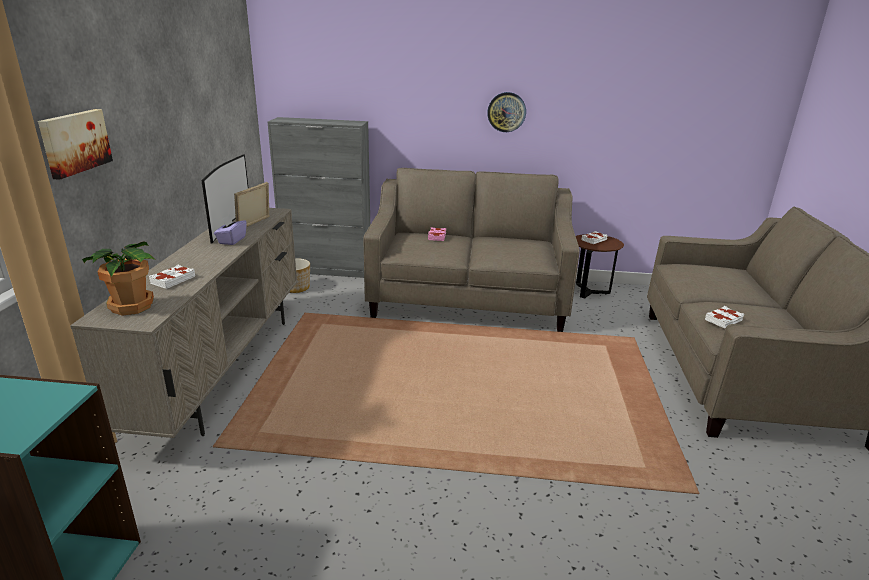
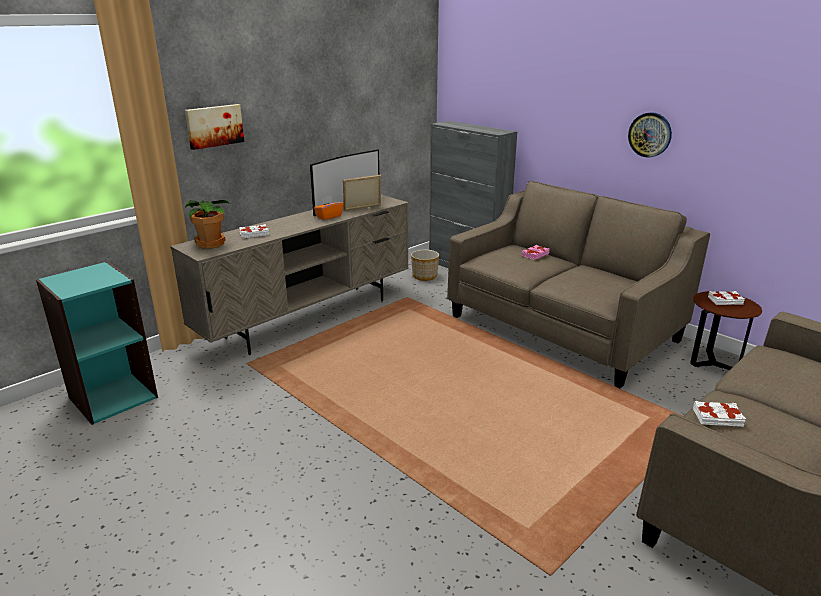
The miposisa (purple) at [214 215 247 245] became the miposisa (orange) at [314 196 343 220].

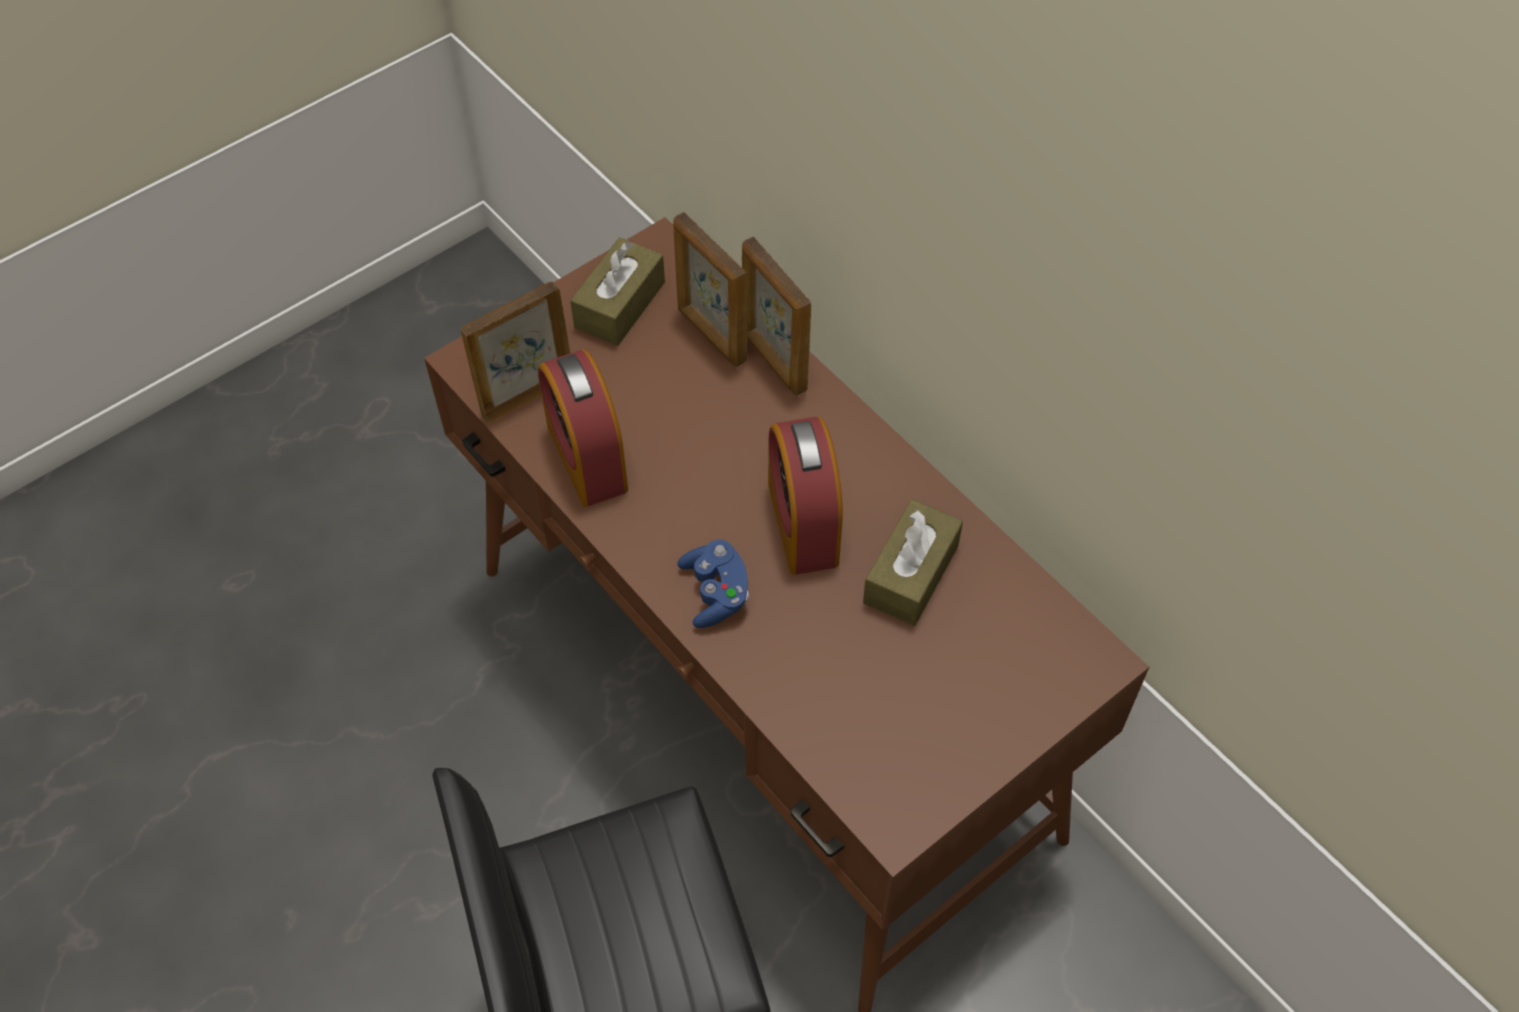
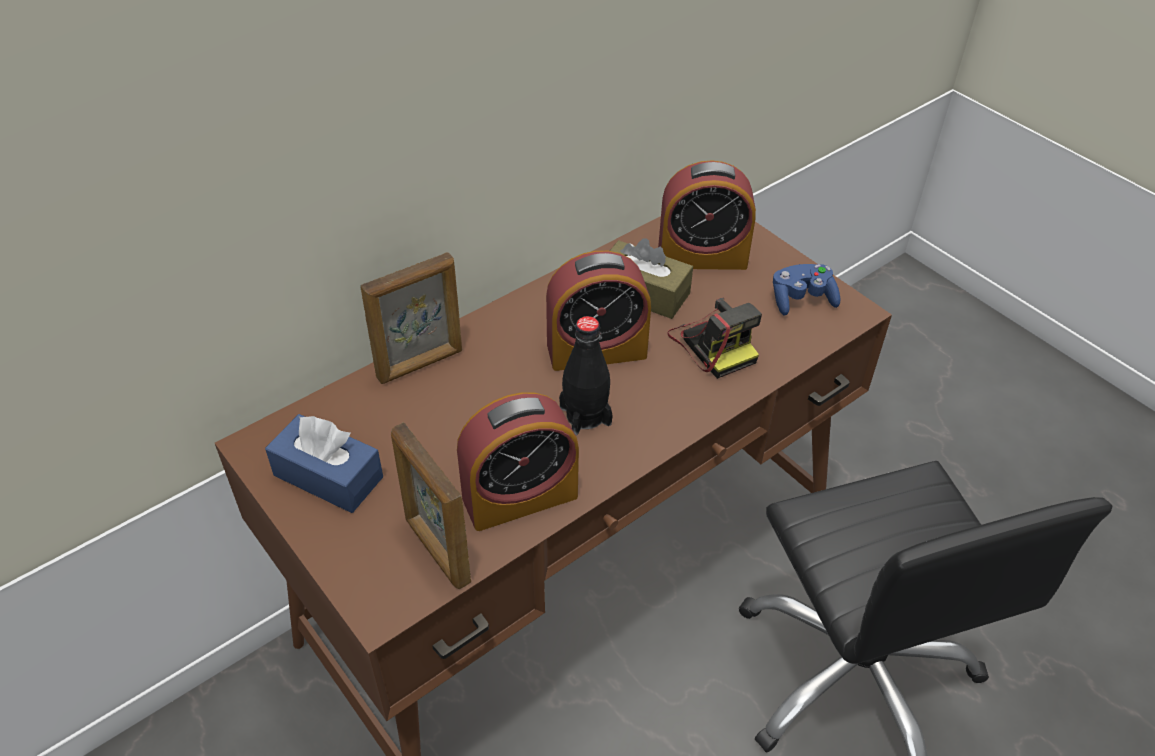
The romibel at [673 212 747 367] disappeared.
The miposisa (brown) at [570 237 665 346] became the miposisa (blue) at [265 414 383 513].
The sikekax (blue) moved from [678 539 749 628] to [773 264 840 316].
The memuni at [658 160 756 270] appeared.
The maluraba at [667 297 762 379] appeared.
The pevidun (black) at [559 316 613 435] appeared.

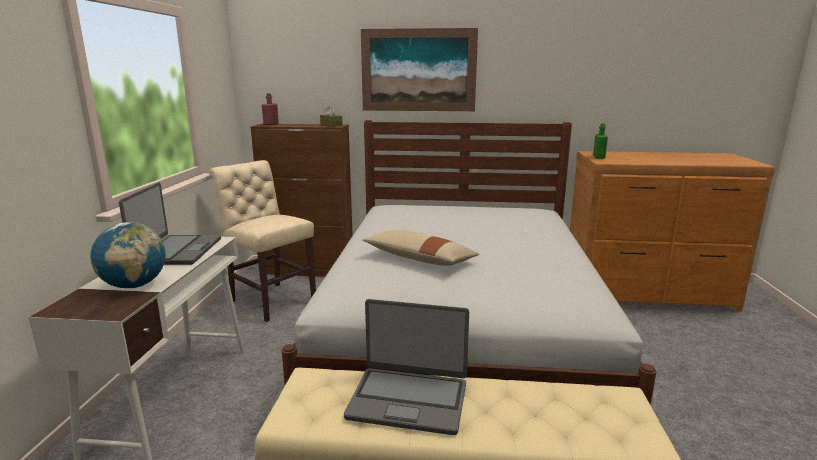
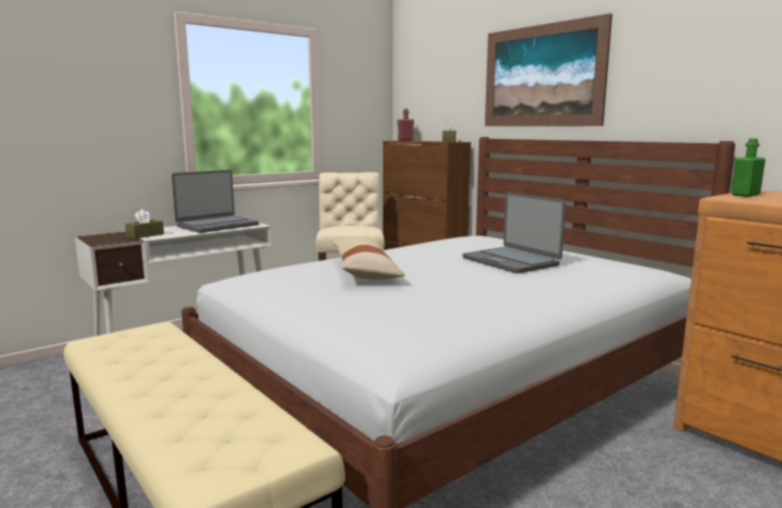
The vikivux at [90 222 166 288] was replaced by the miposisa (brown) at [125 209 164 239].
The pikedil moved from [344 299 469 435] to [463 192 566 273].

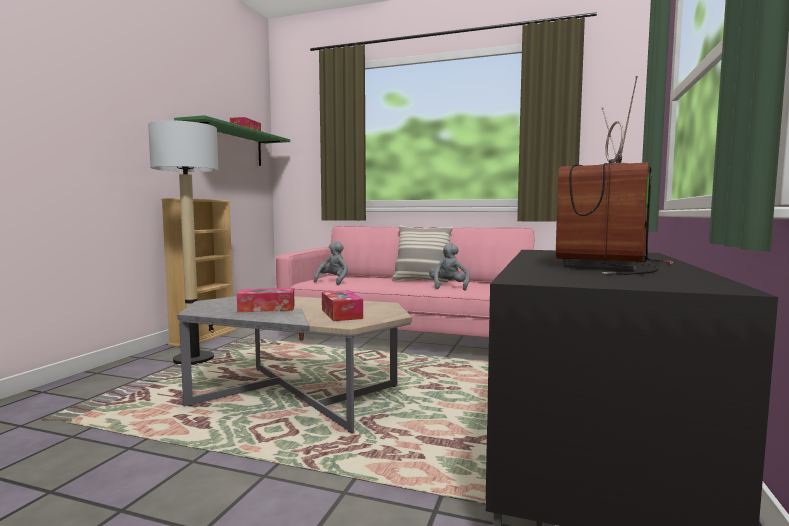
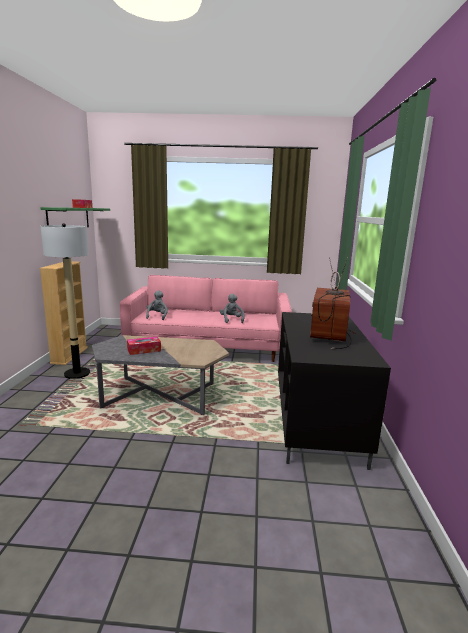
The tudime at [392 225 453 282] disappeared.
The miposisa at [322 290 363 321] disappeared.

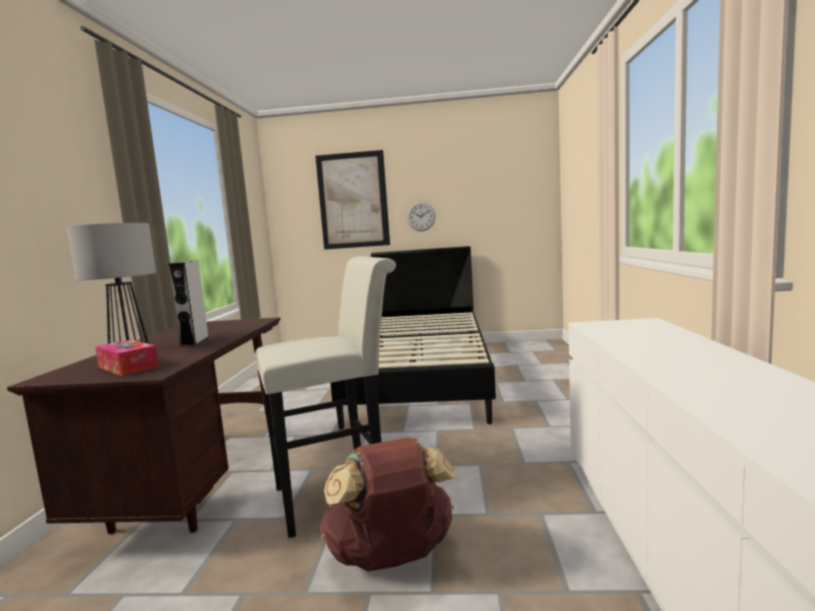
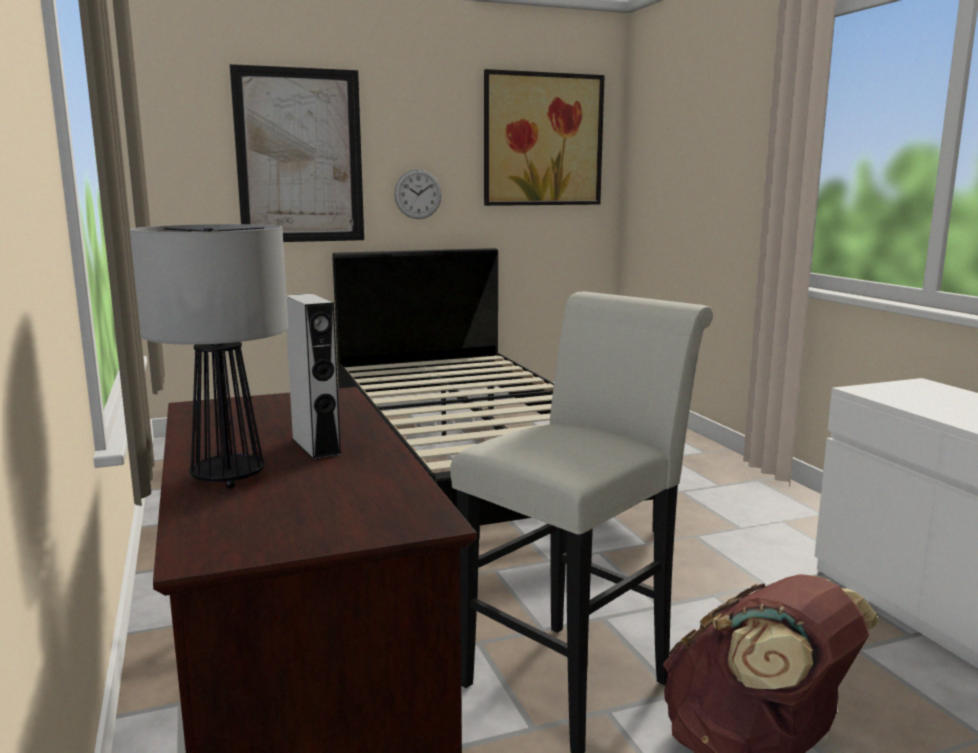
The miposisa at [95 340 159 376] disappeared.
The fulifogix at [484 69 605 206] appeared.

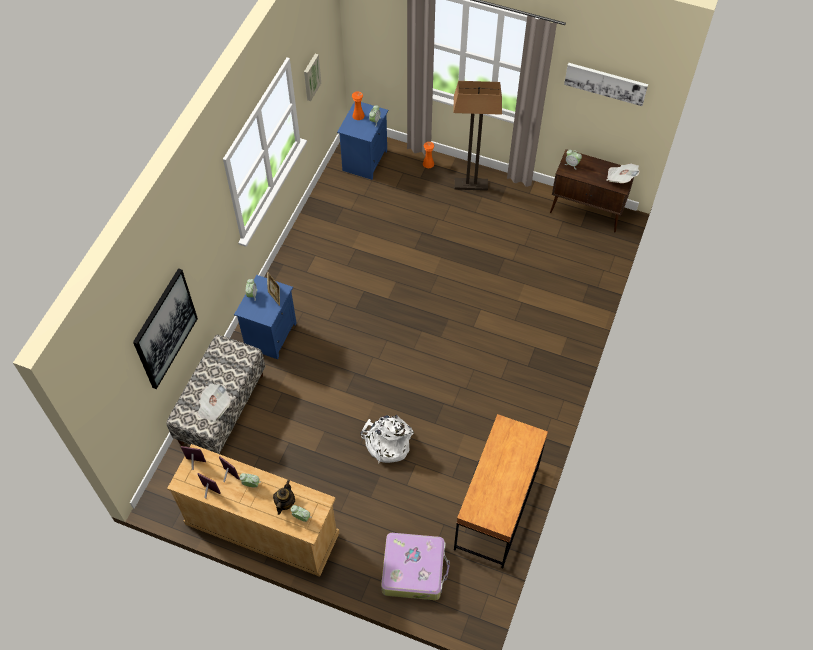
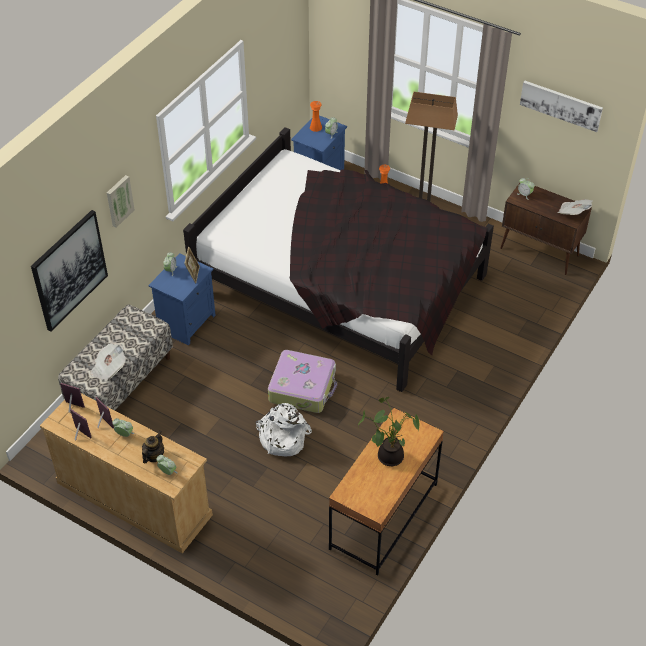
The fulifogix moved from [304 54 321 101] to [107 175 135 228].
The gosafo moved from [381 533 450 600] to [268 350 337 413].
The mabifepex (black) at [183 127 494 392] appeared.
The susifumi at [358 397 419 466] appeared.

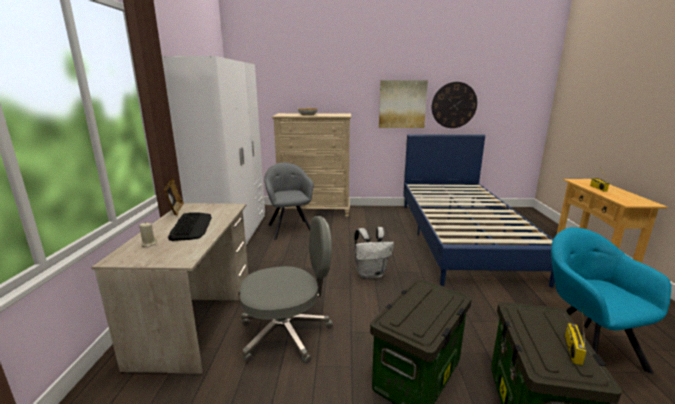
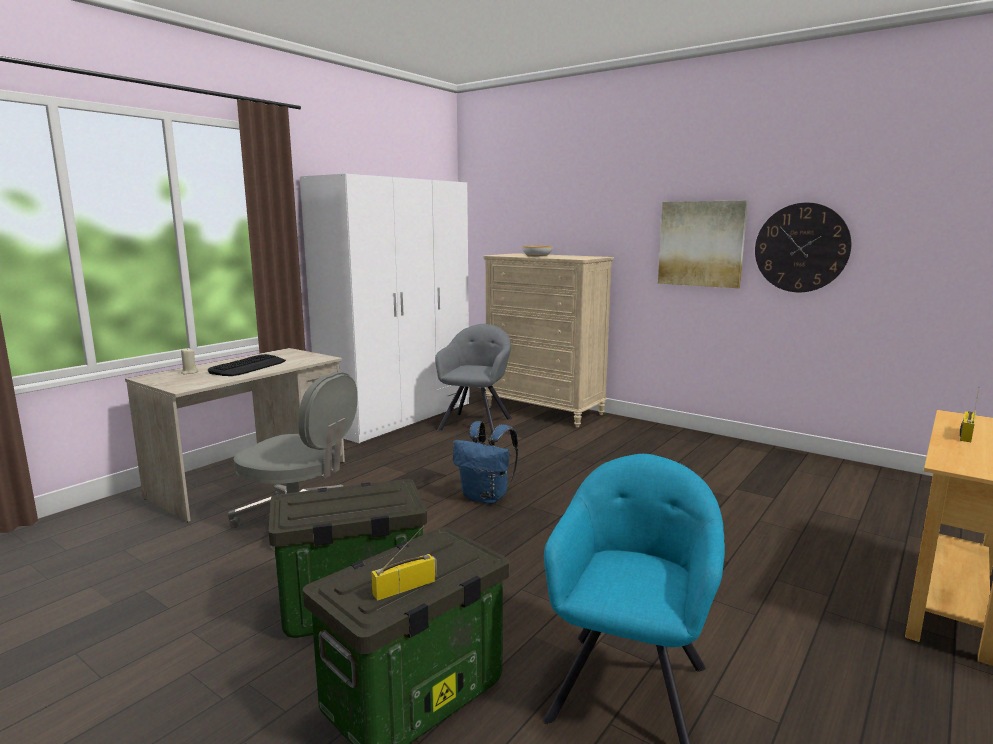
The mabifepex (blue) at [403 134 555 288] disappeared.
The romibel at [164 177 184 216] disappeared.
The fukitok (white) at [354 227 394 279] became the fukitok (blue) at [453 421 518 504].

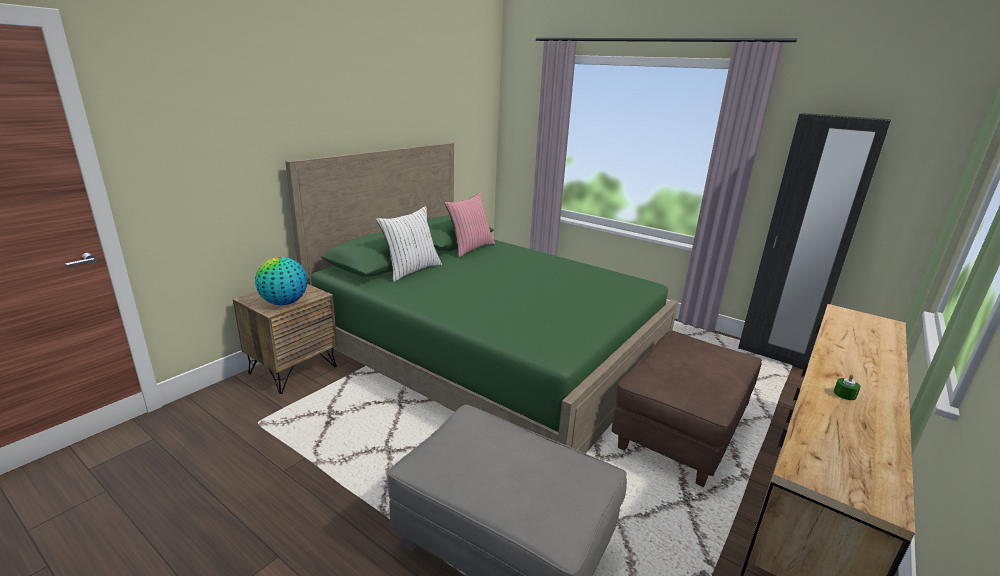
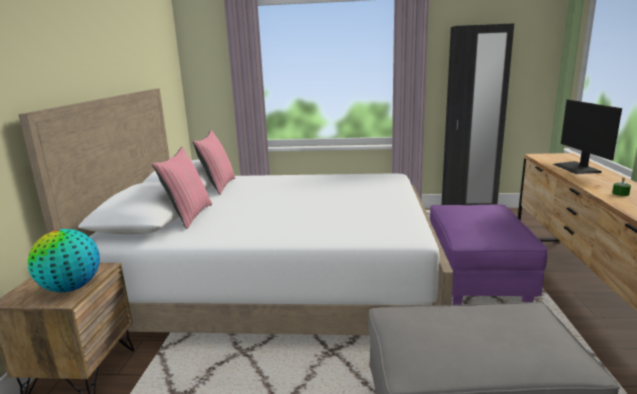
The mabifepex (green) at [285 143 678 454] became the mabifepex (white) at [18 89 453 335].
The tudime (white) at [376 206 442 282] became the tudime (pink) at [152 146 212 229].
The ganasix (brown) at [611 330 762 487] became the ganasix (purple) at [430 204 548 305].
The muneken at [553 100 622 174] appeared.

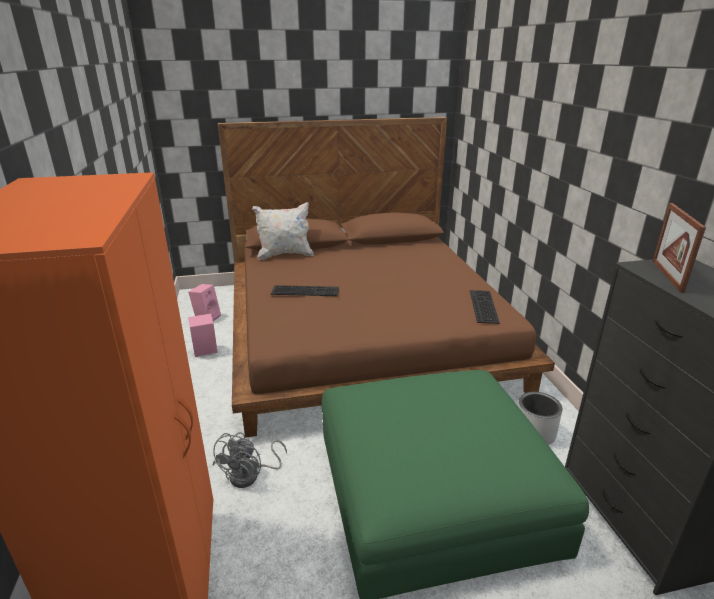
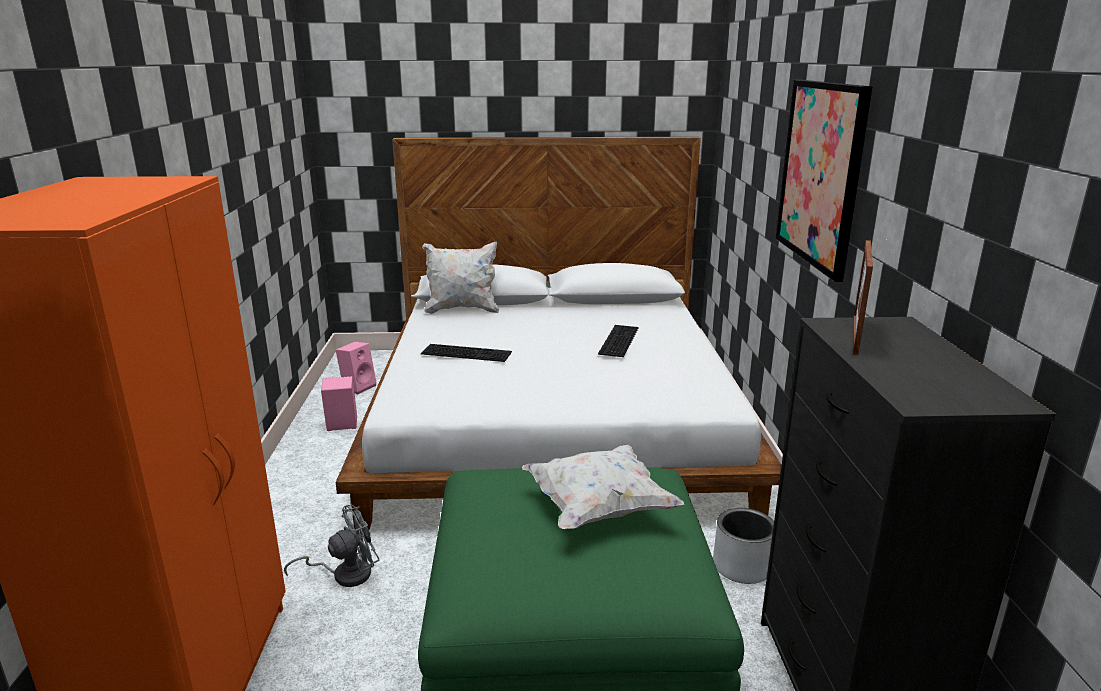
The mabifepex (brown) at [218 117 555 438] became the mabifepex (white) at [336 137 782 530].
The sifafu moved from [470 290 500 324] to [598 325 638 357].
The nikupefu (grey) at [212 432 287 488] turned 150 degrees counterclockwise.
The fulifogix at [775 80 873 282] appeared.
The tudime (white) at [522 445 684 529] appeared.

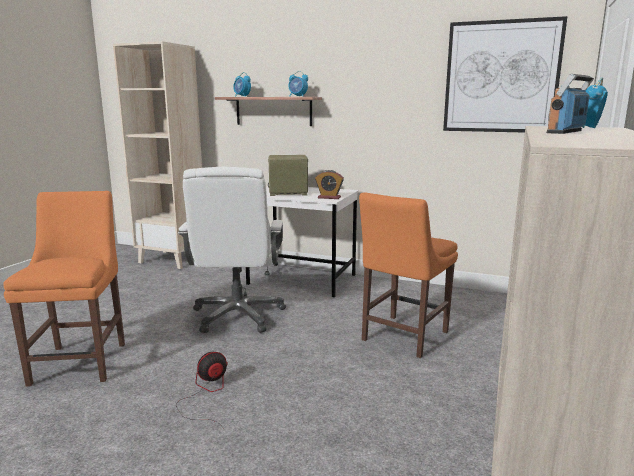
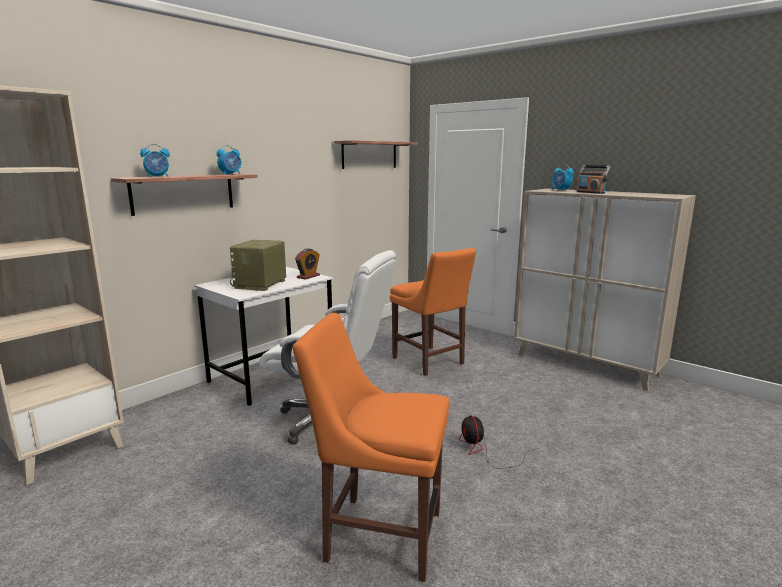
The fulifogix at [443 16 567 132] was replaced by the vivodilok at [334 140 418 169].

